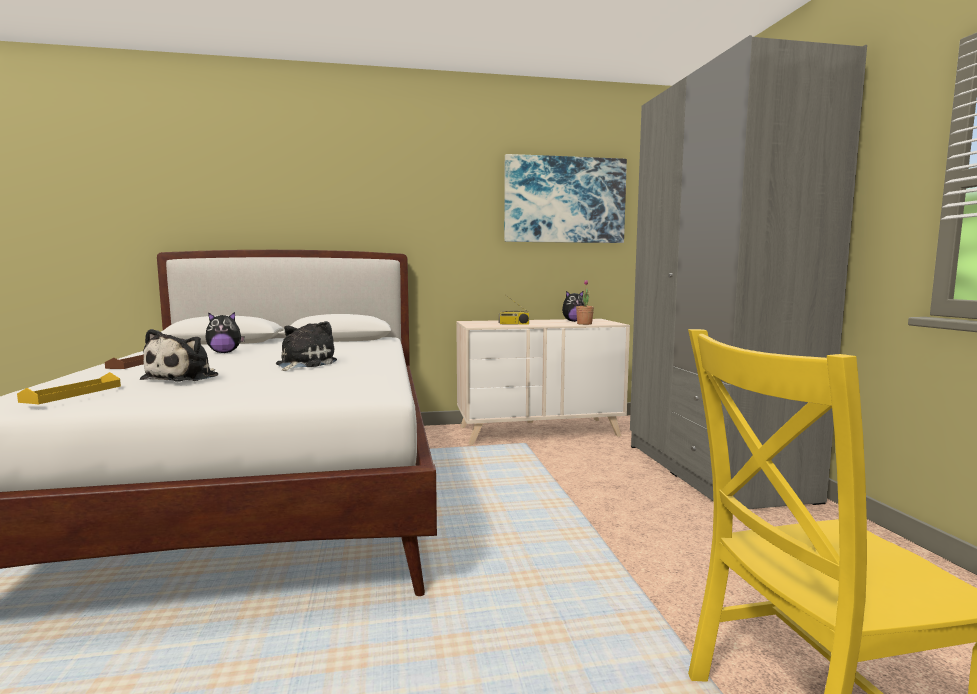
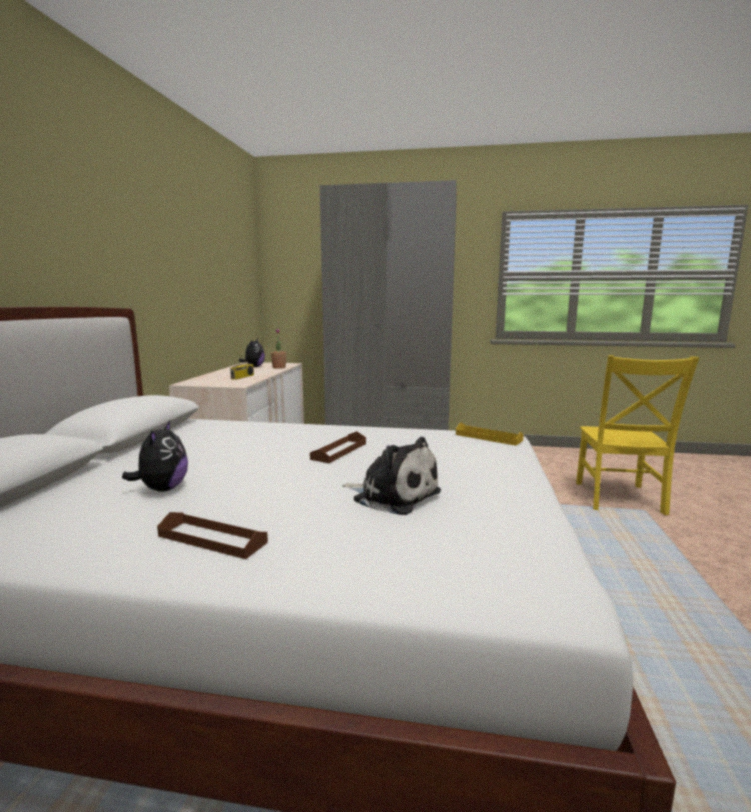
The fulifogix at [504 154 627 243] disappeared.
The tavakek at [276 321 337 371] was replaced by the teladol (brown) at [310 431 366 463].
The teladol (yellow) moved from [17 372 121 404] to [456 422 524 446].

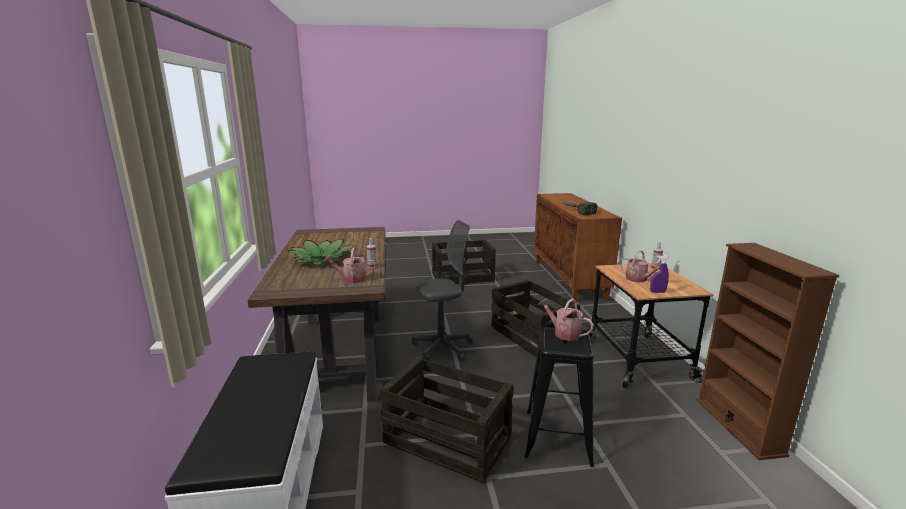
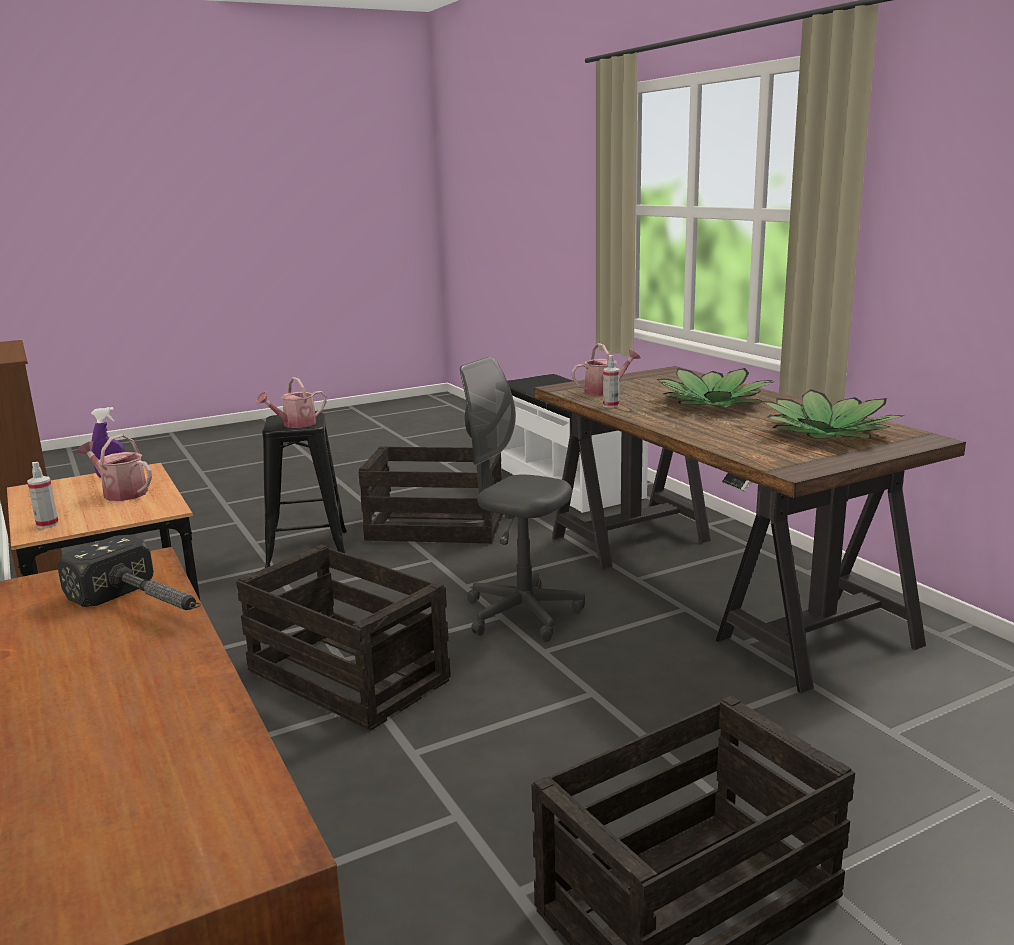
The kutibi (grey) at [412 220 473 362] turned 75 degrees clockwise.
The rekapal at [538 298 594 341] turned 120 degrees clockwise.
The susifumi at [762 389 902 439] appeared.

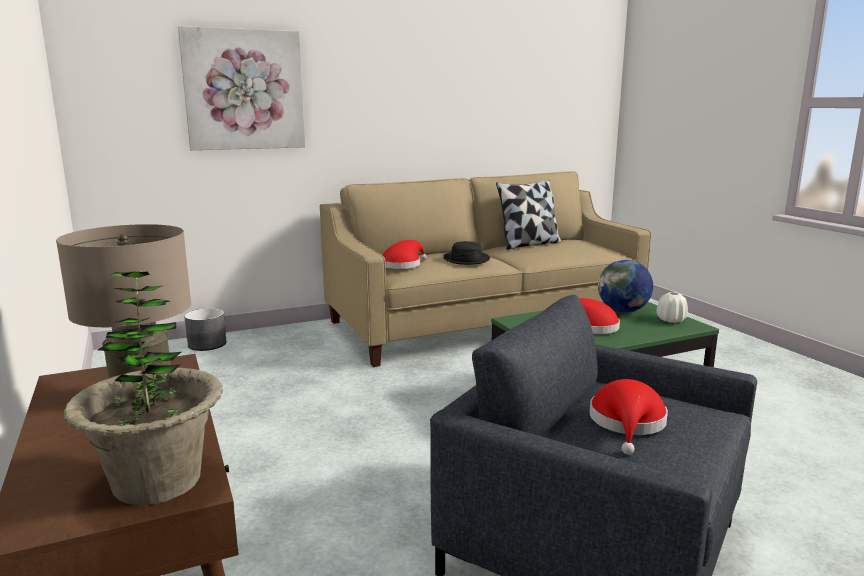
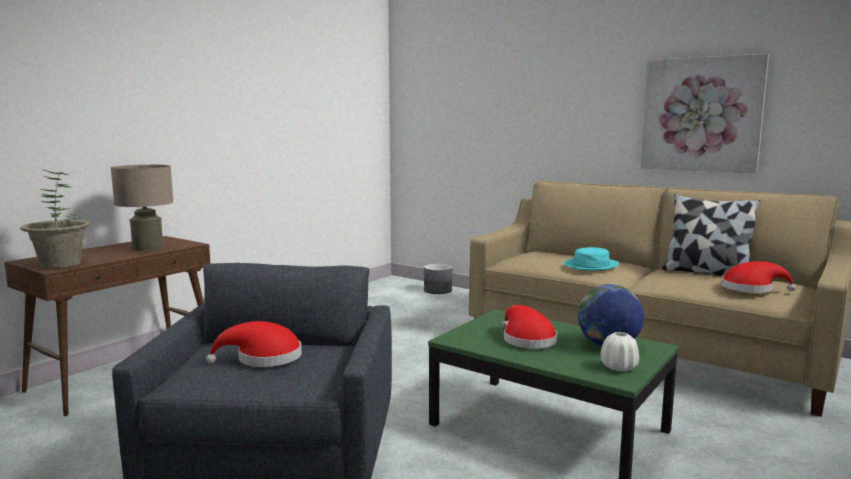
The fulifogix moved from [178 26 305 150] to [641 54 769 173].
The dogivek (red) moved from [383 240 427 269] to [721 261 796 293].
The dogivek (black) at [443 241 490 265] became the dogivek (turquoise) at [563 247 620 271].

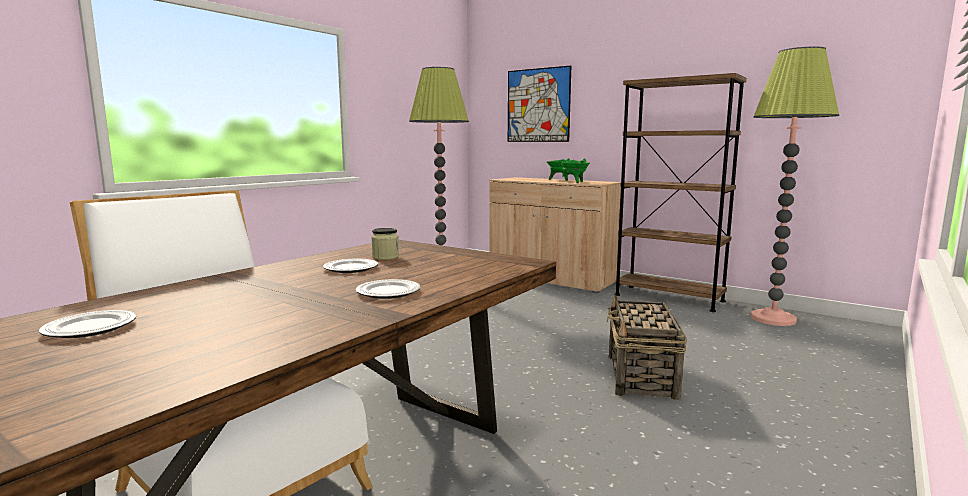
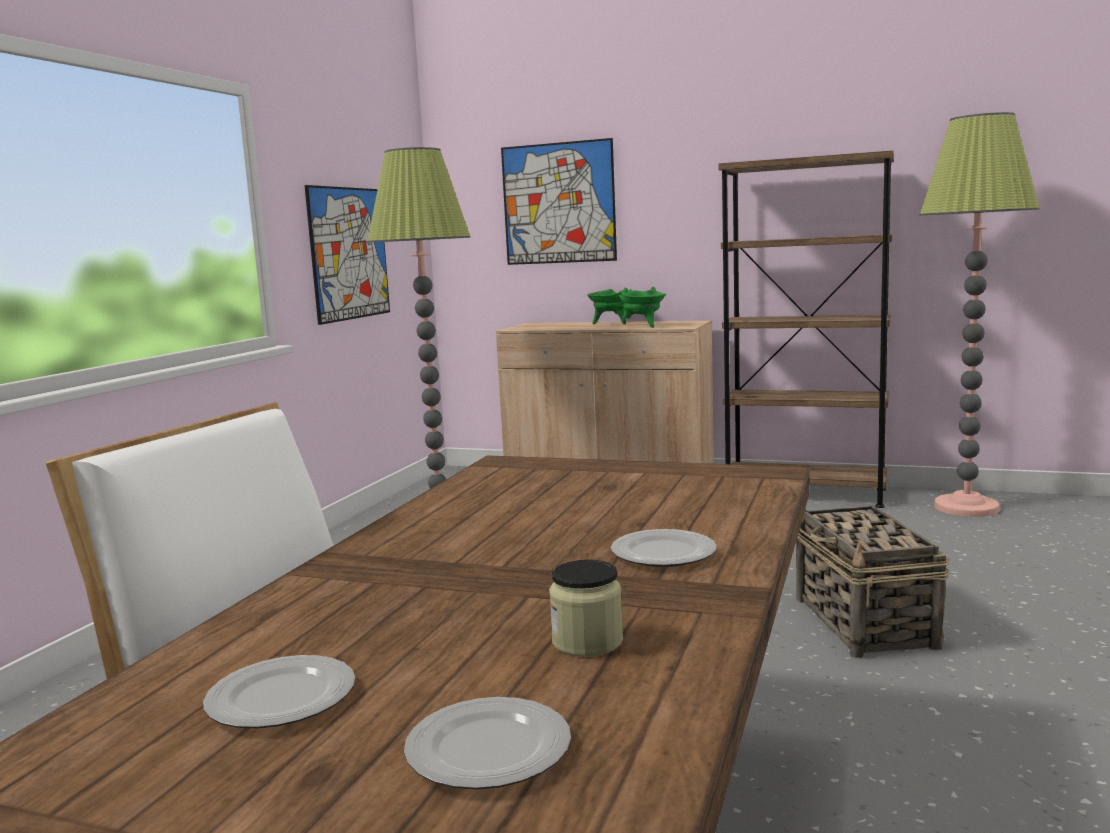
The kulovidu moved from [371 228 399 260] to [549 560 623 657].
The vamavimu moved from [323 259 378 273] to [404 697 571 789].
The fulifogix at [305 185 390 325] appeared.

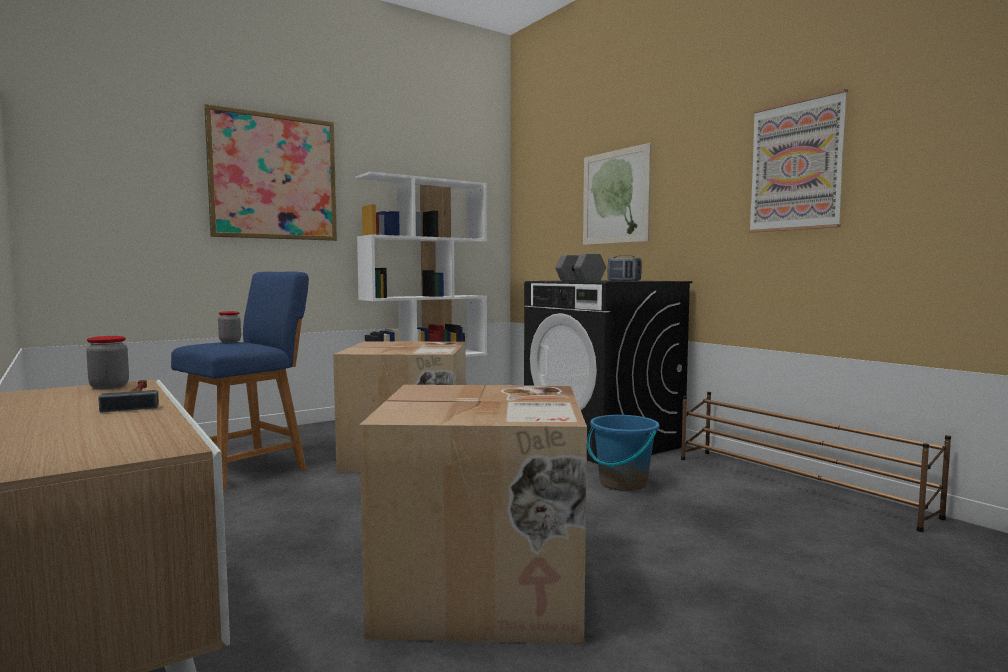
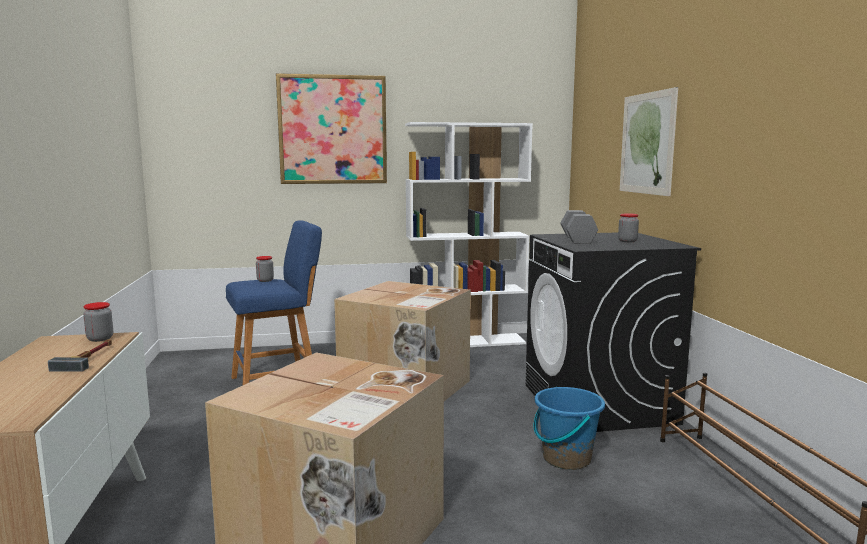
The fulifogix at [749 89 848 233] disappeared.
The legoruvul at [607 255 642 281] was replaced by the kulovidu at [618 213 639 242].

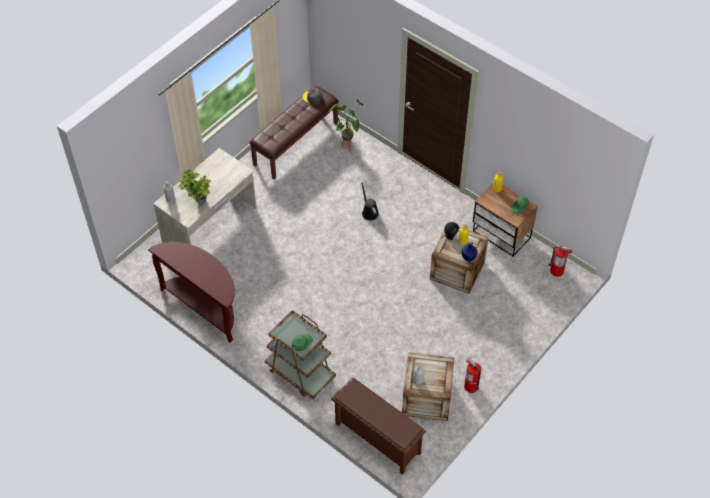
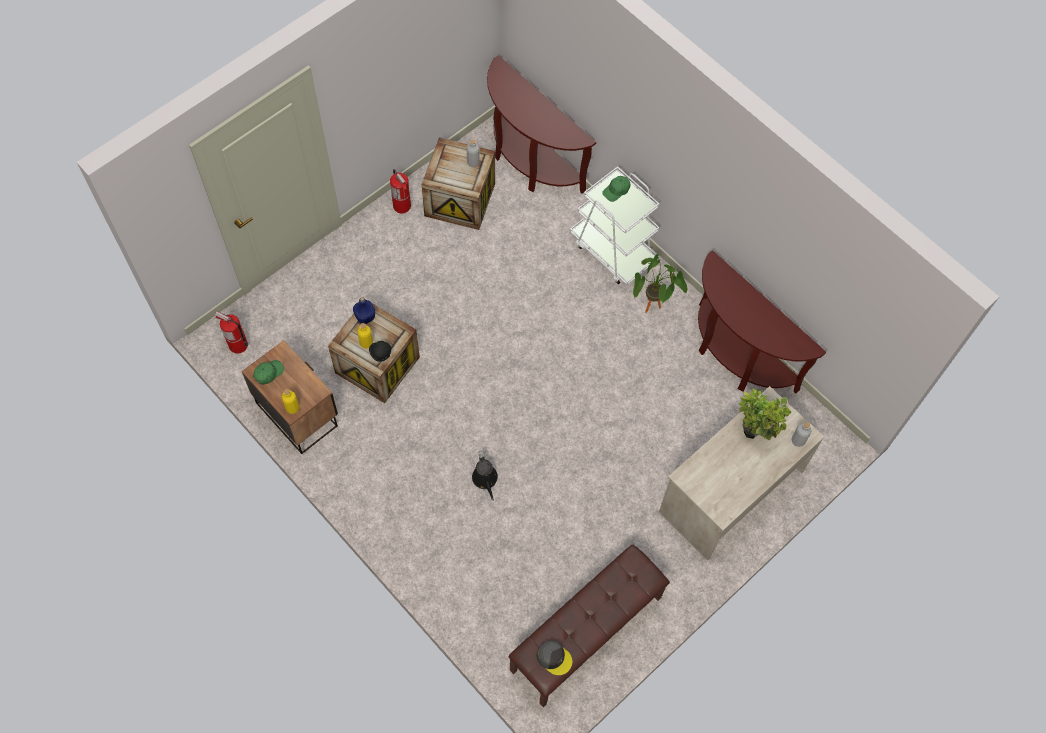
The susifumi moved from [328 100 363 152] to [633 254 688 313].
The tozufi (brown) at [265 310 336 399] became the tozufi (white) at [570 166 660 285].
The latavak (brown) at [331 377 426 475] was replaced by the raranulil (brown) at [487 55 596 194].

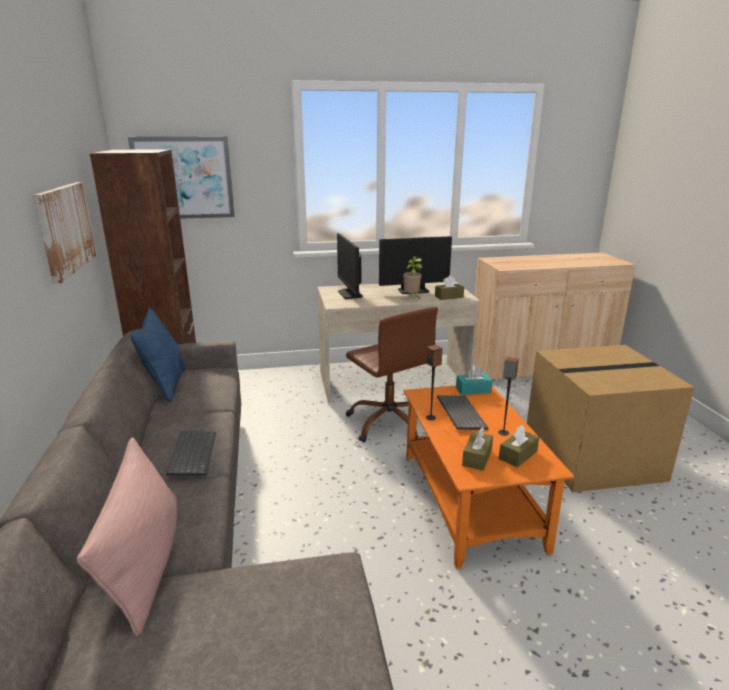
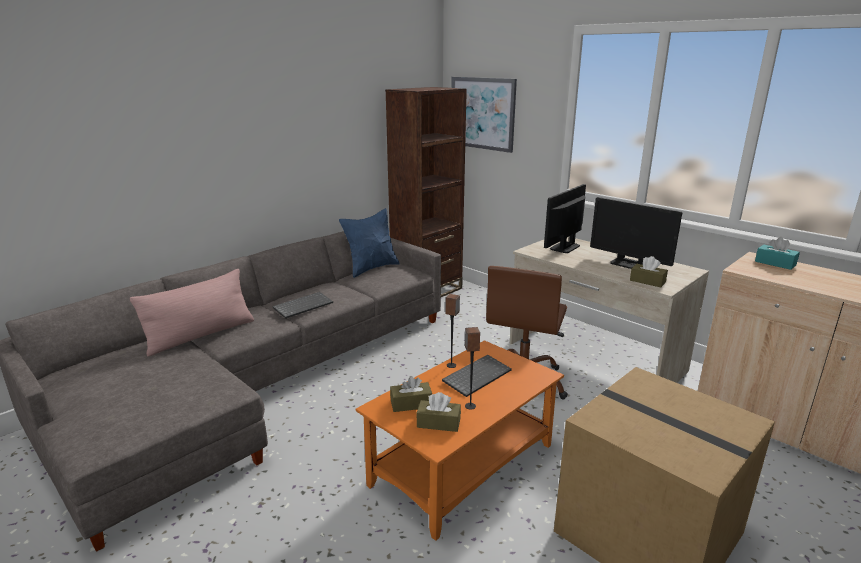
The fulifogix at [33 182 97 284] disappeared.
The susifumi at [403 256 422 300] disappeared.
The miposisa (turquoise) moved from [456 366 493 395] to [755 237 800 270].

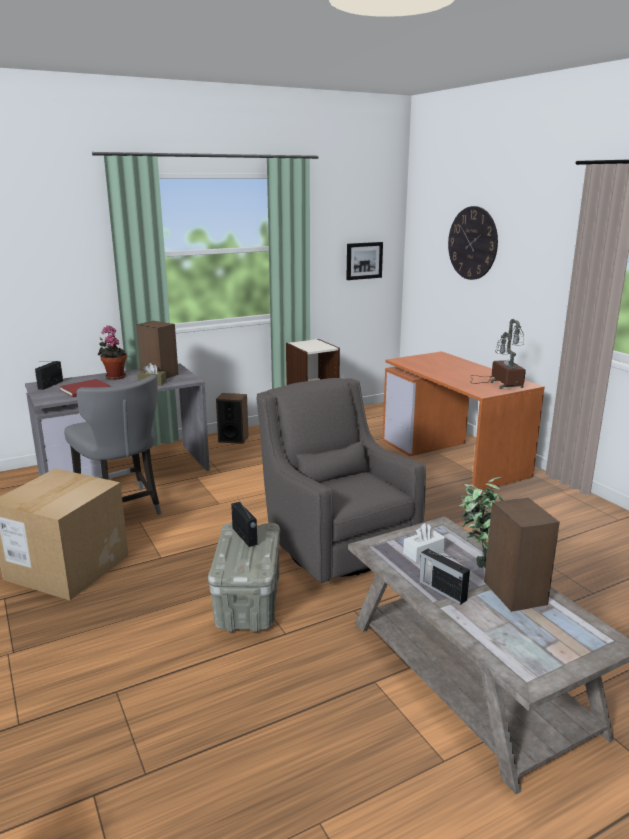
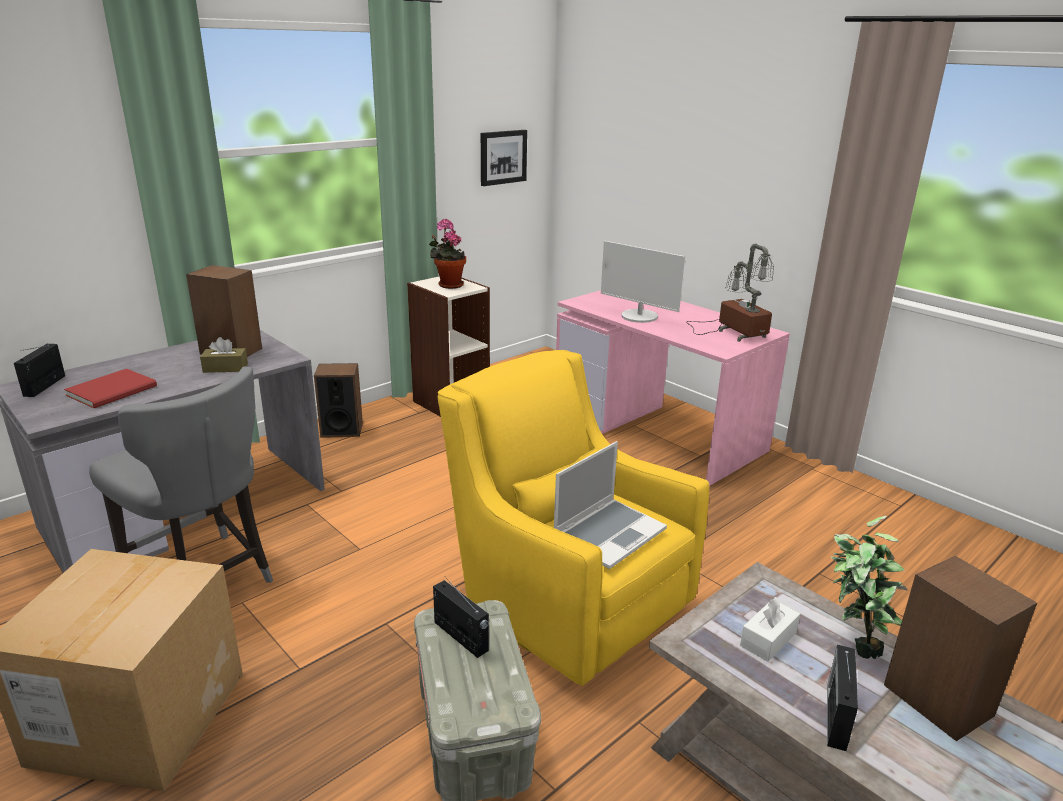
The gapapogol at [448 206 498 280] disappeared.
The susifumi moved from [98 326 127 380] to [429 219 466 289].
The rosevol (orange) at [382 351 545 491] became the rosevol (pink) at [556 290 790 486].
The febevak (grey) at [256 378 426 583] became the febevak (yellow) at [437 350 709 686].
The legoruvul at [419 549 470 605] turned 75 degrees clockwise.
The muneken at [601 241 685 323] appeared.
The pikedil at [554 441 667 569] appeared.

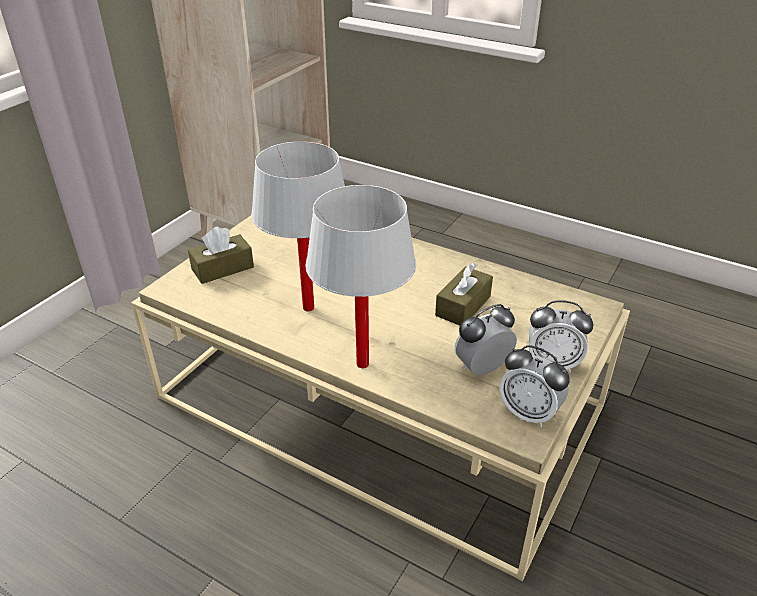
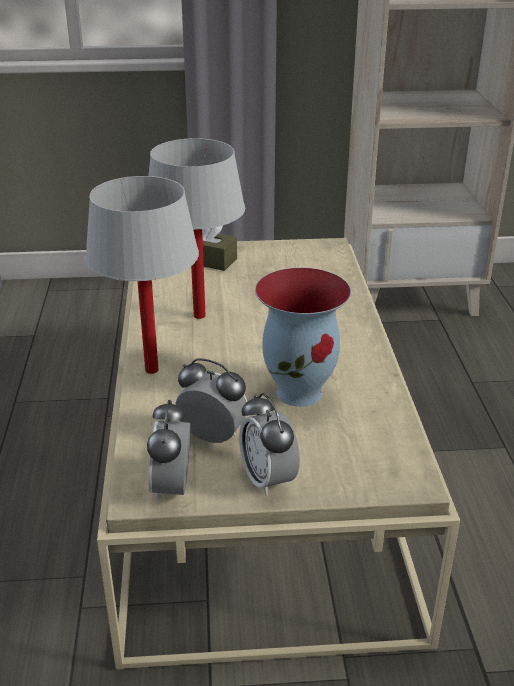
The miposisa (brown) at [435 263 493 325] was replaced by the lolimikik at [255 268 351 407].

